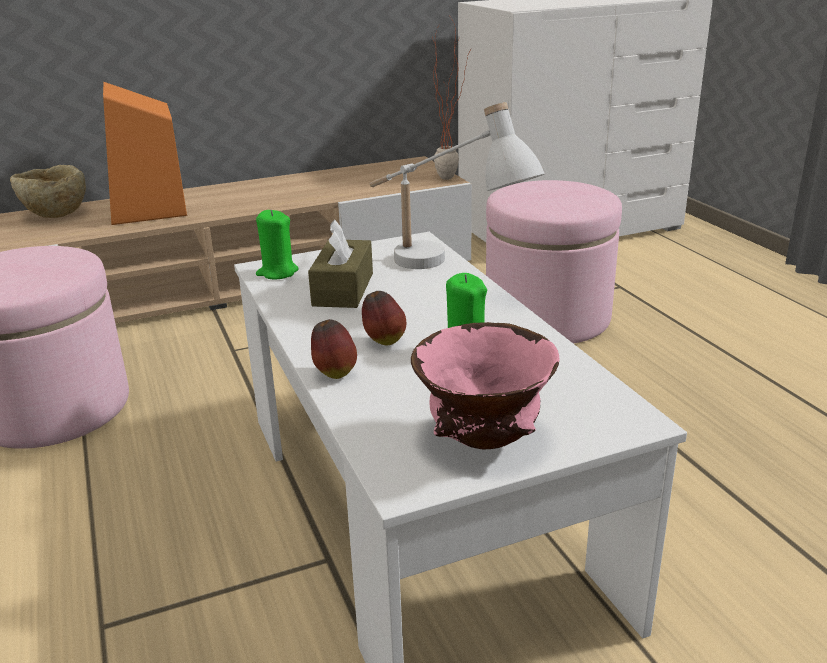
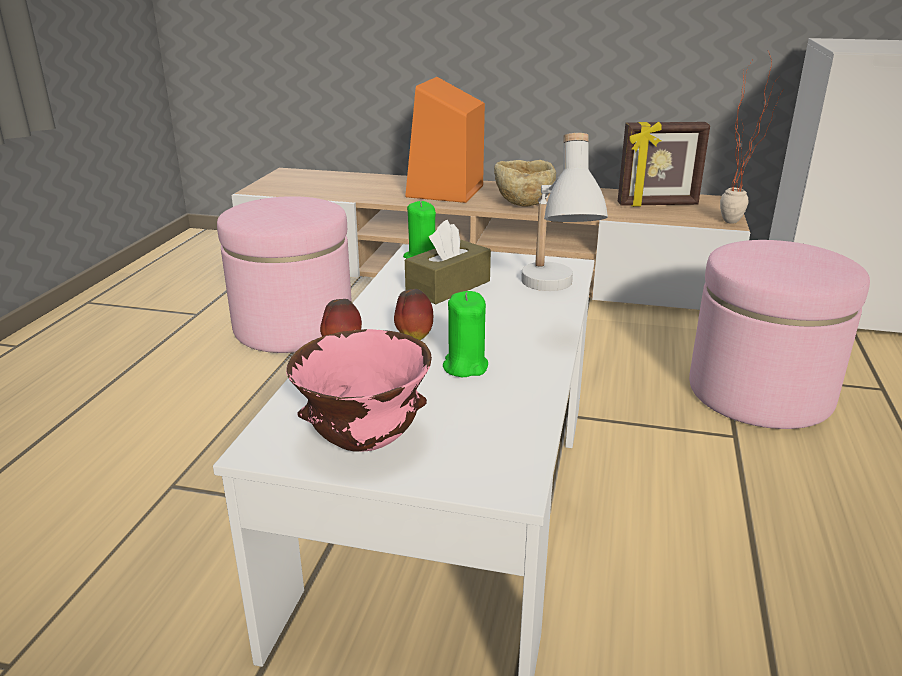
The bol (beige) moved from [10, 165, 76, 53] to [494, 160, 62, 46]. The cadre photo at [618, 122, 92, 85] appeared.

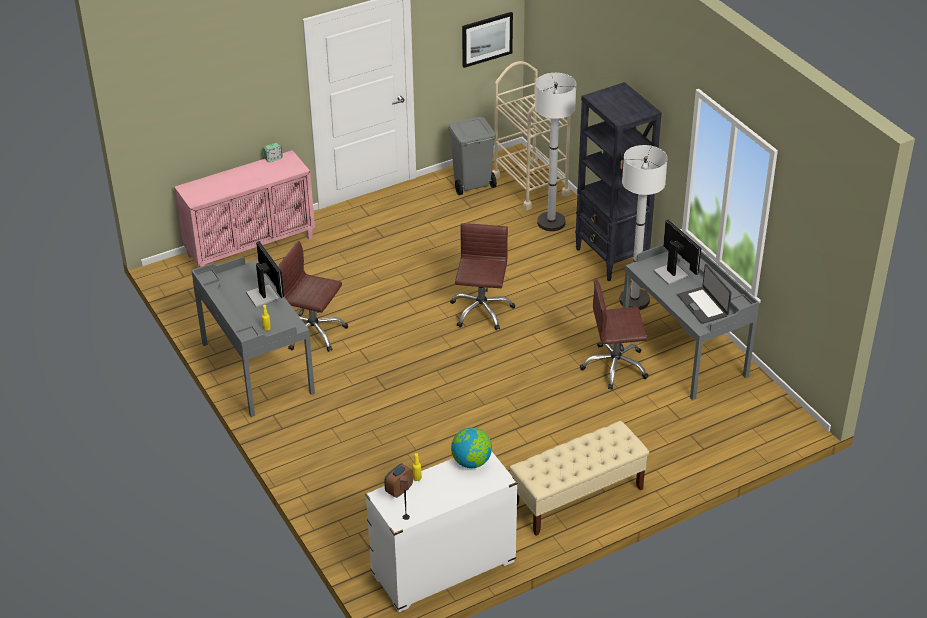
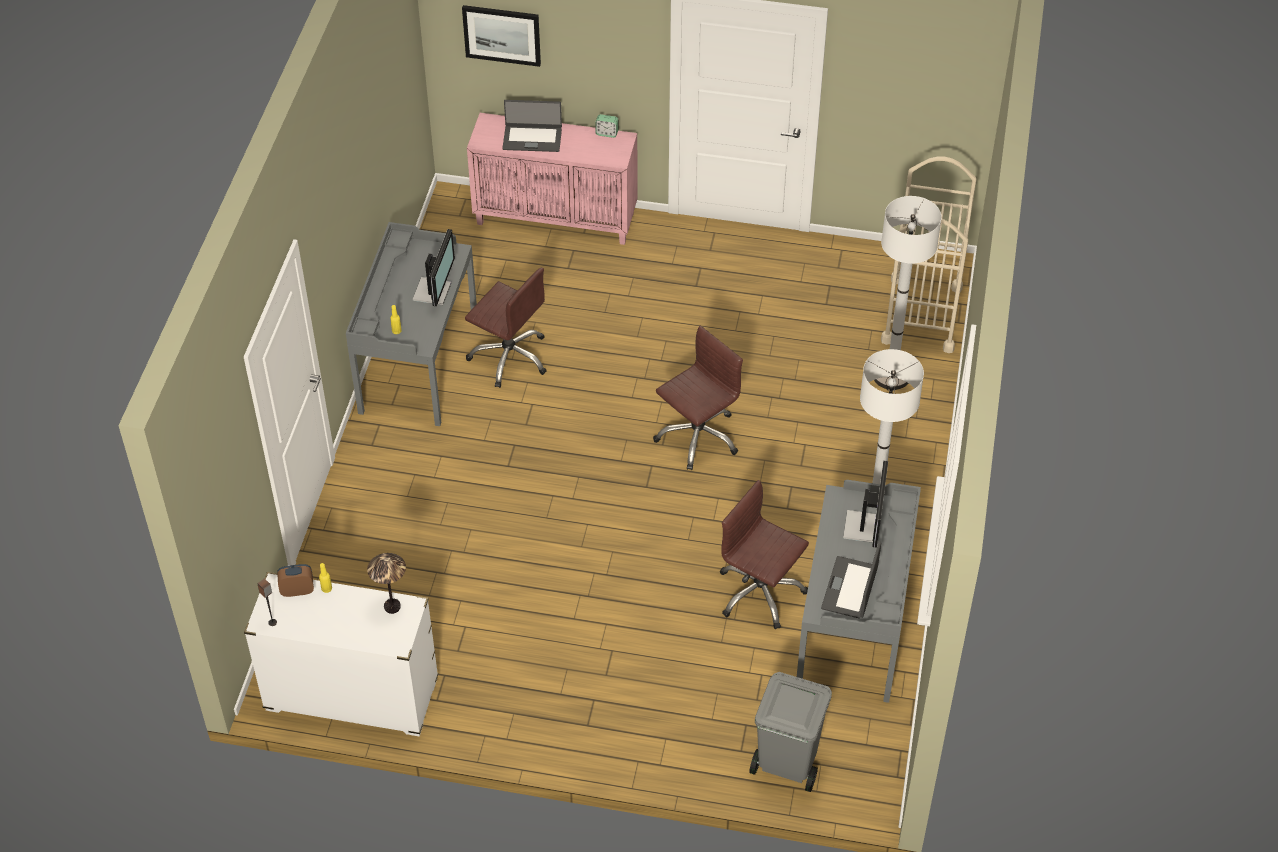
The globe at [451, 428, 41, 40] was replaced by the lampe de table at [367, 553, 39, 61]. The tableau moved from [462, 12, 51, 56] to [462, 5, 79, 62]. The chaise de bureau (marron) at [278, 241, 70, 111] turned 150 degrees clockwise. The ordinateur portable at [502, 100, 60, 52] appeared. The poubelle (gris) moved from [448, 117, 49, 78] to [749, 672, 83, 120]. The banc (beige) at [509, 421, 140, 115] disappeared. The bibliothèque (noir) at [575, 82, 87, 199] disappeared.

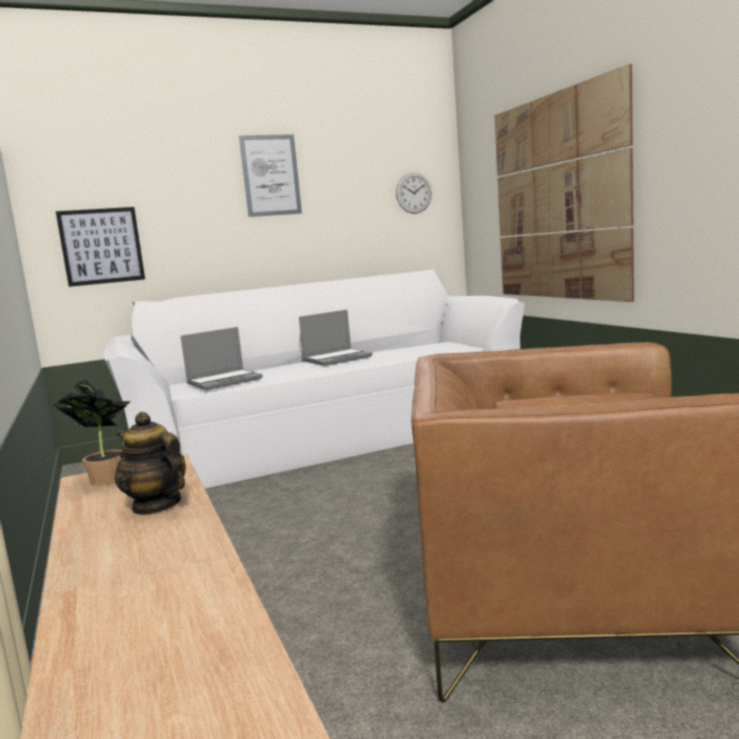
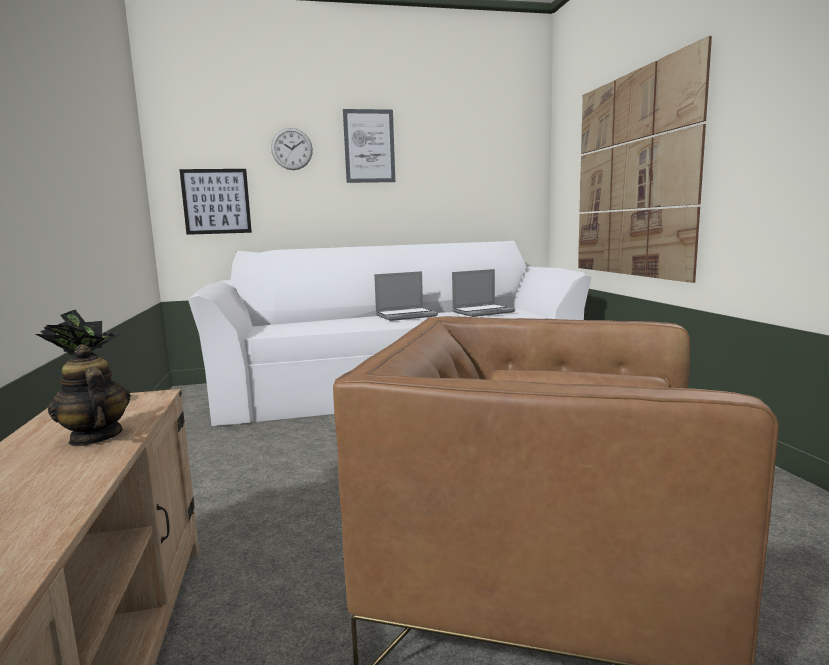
The horloge murale moved from [396, 173, 36, 41] to [271, 128, 42, 42]. The ordinateur portable moved from [181, 327, 82, 63] to [452, 269, 63, 48].

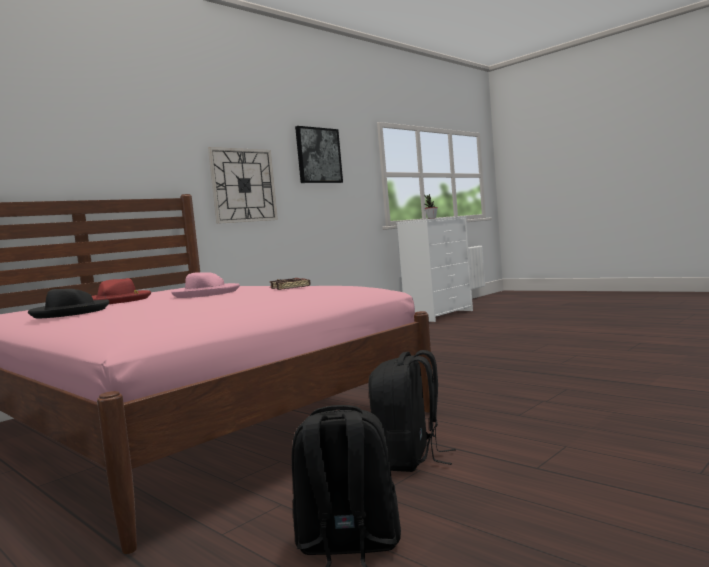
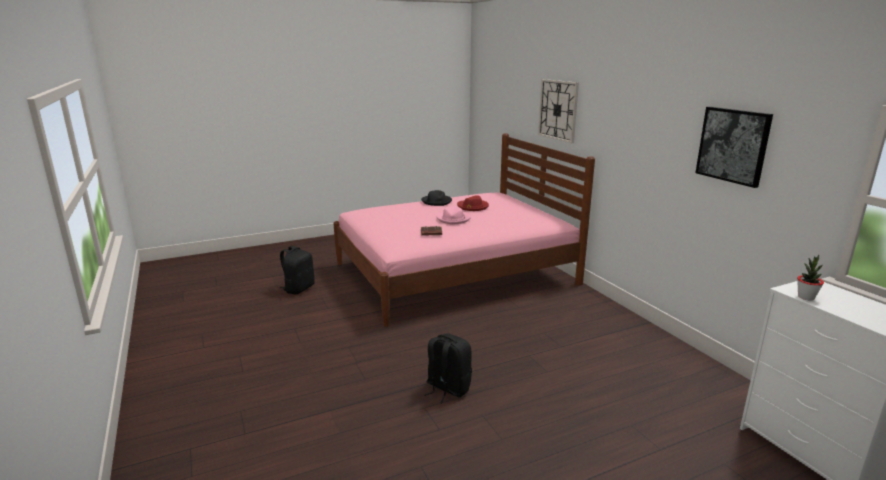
The sac à dos (noir) moved from [368, 350, 88, 122] to [425, 333, 47, 70]. The horloge murale moved from [208, 147, 70, 77] to [538, 79, 41, 64].

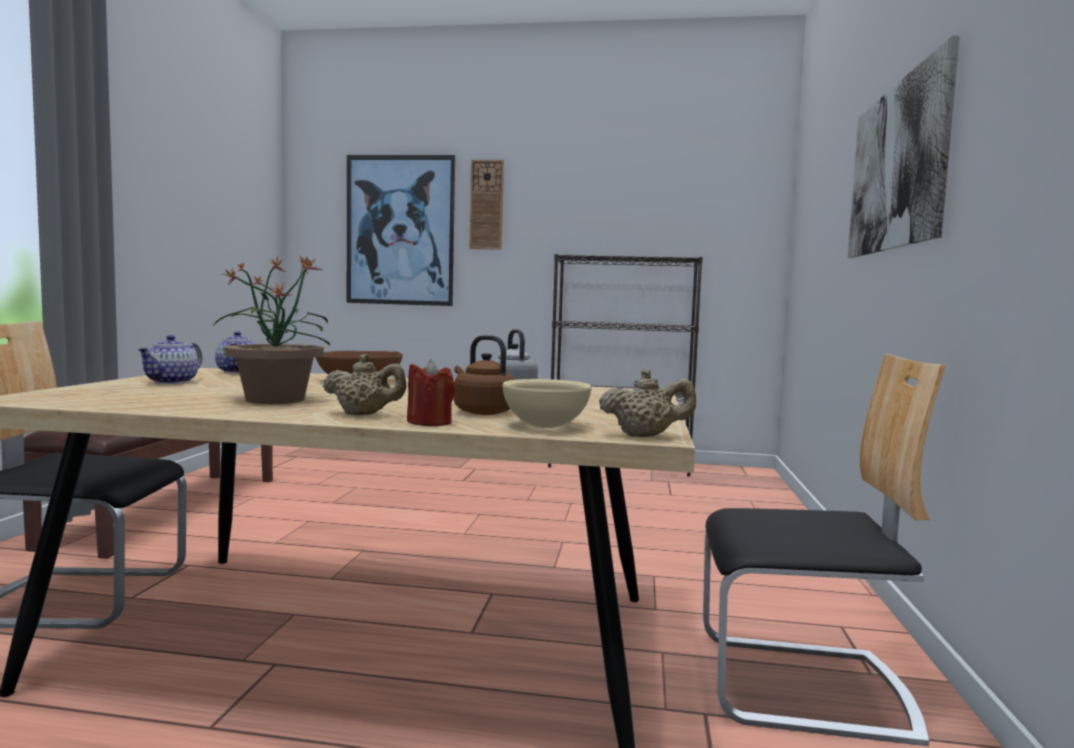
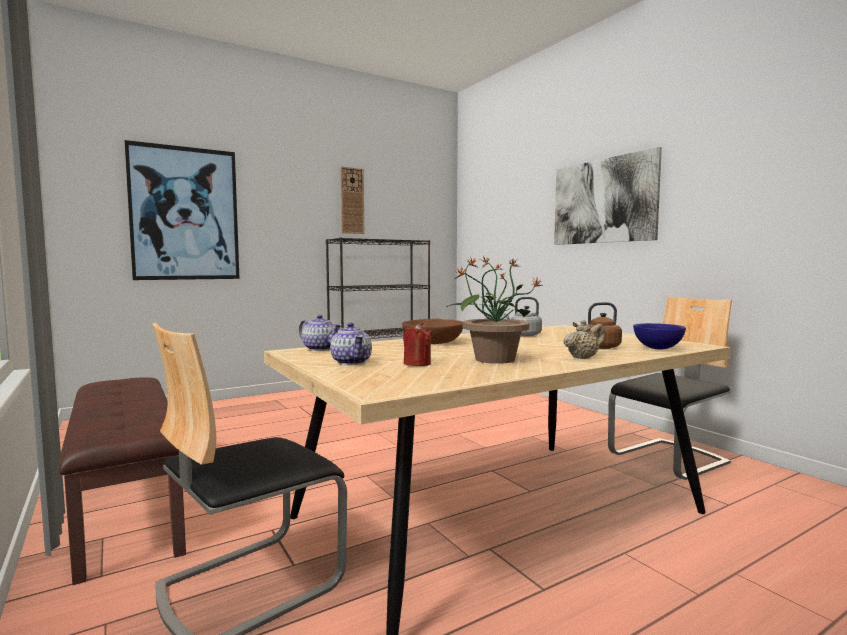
The horloge murale moved from [469, 160, 35, 90] to [341, 167, 23, 67]. The bougie (rouge) moved from [407, 359, 48, 67] to [403, 324, 29, 42]. The bol (beige) at [502, 379, 90, 49] became the bol (bleu) at [633, 323, 53, 27]. The théière (beige) at [599, 369, 97, 68] disappeared.

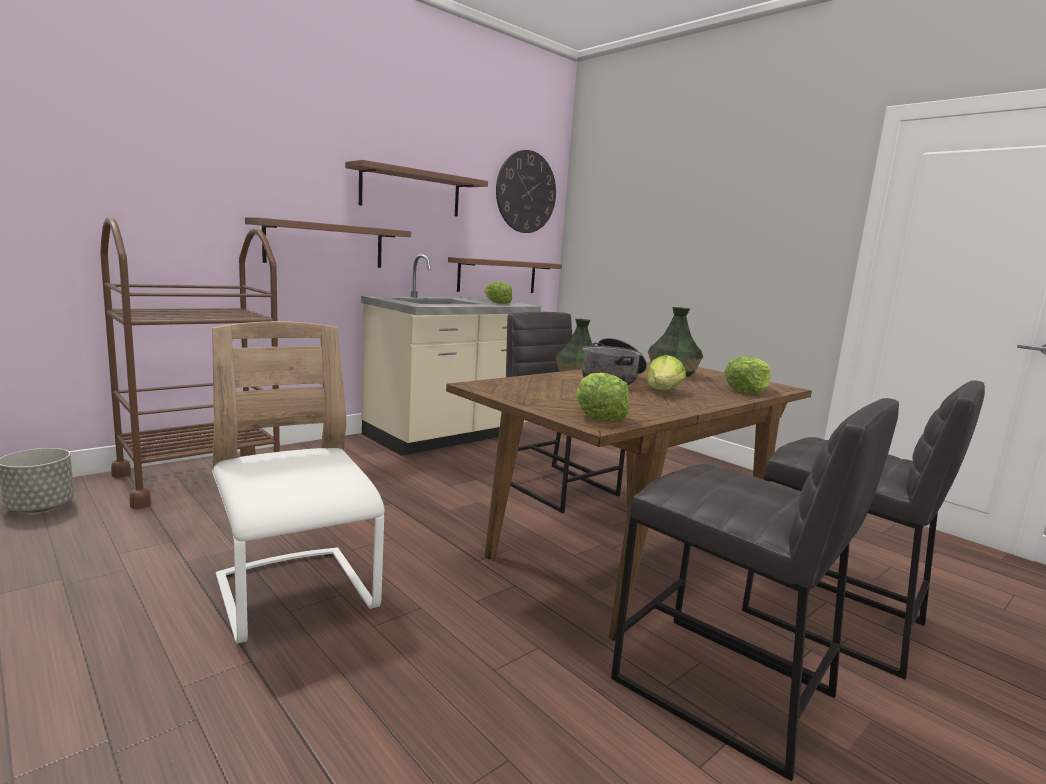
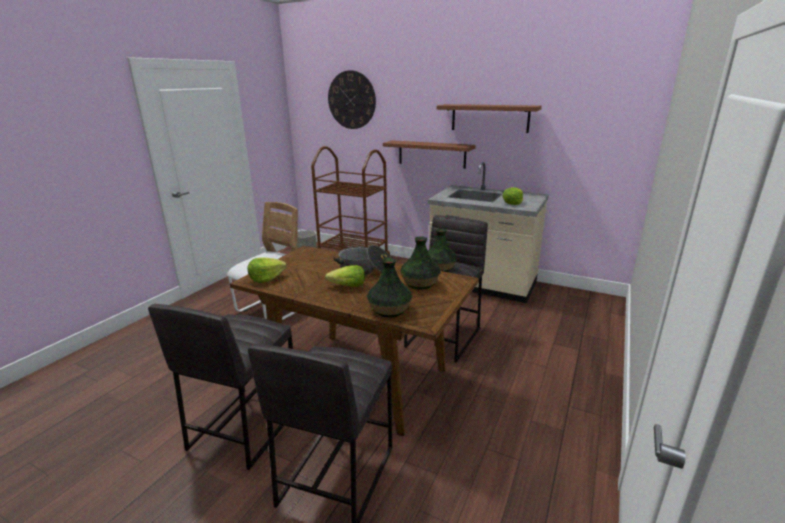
The horloge murale moved from [496, 150, 60, 83] to [328, 70, 48, 59]. The laitue at [724, 357, 46, 36] was replaced by the vase at [367, 258, 45, 59]. The étagère (marron) at [448, 257, 114, 36] disappeared.

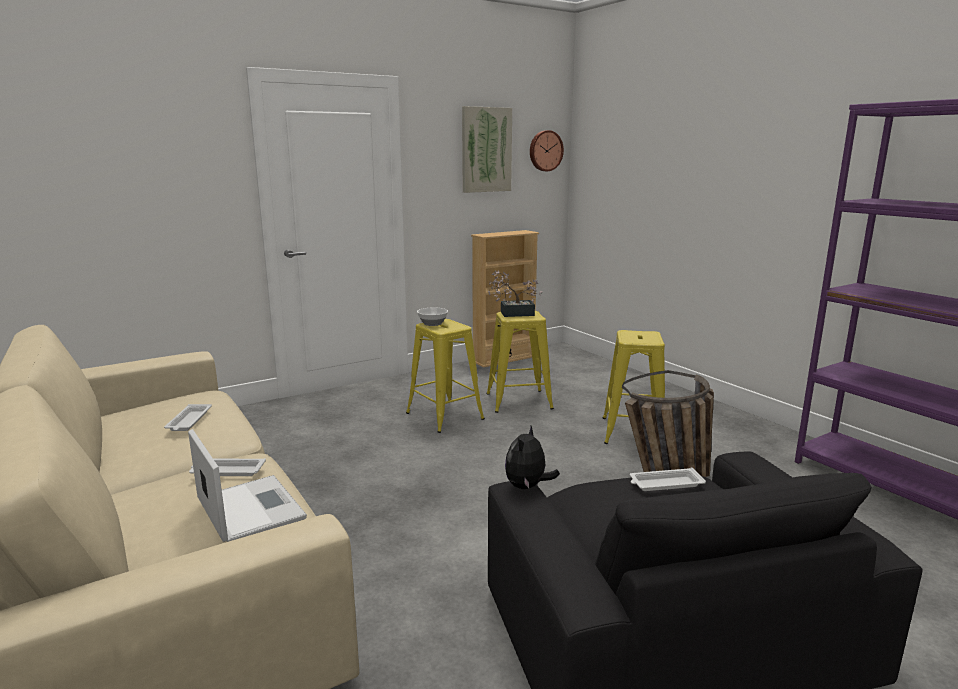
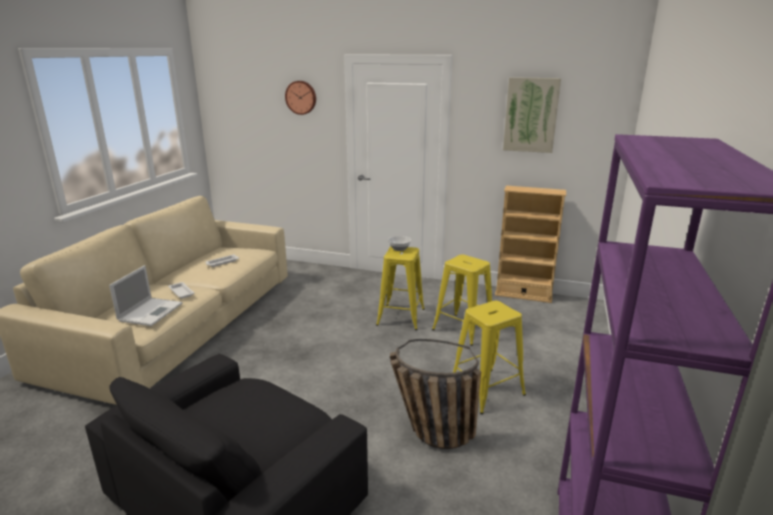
The horloge murale moved from [530, 130, 34, 41] to [285, 81, 31, 34]. The plante en pot at [488, 271, 55, 46] disappeared. The peluche at [505, 426, 55, 63] disappeared. The plateau (blanc) at [630, 467, 76, 24] disappeared.

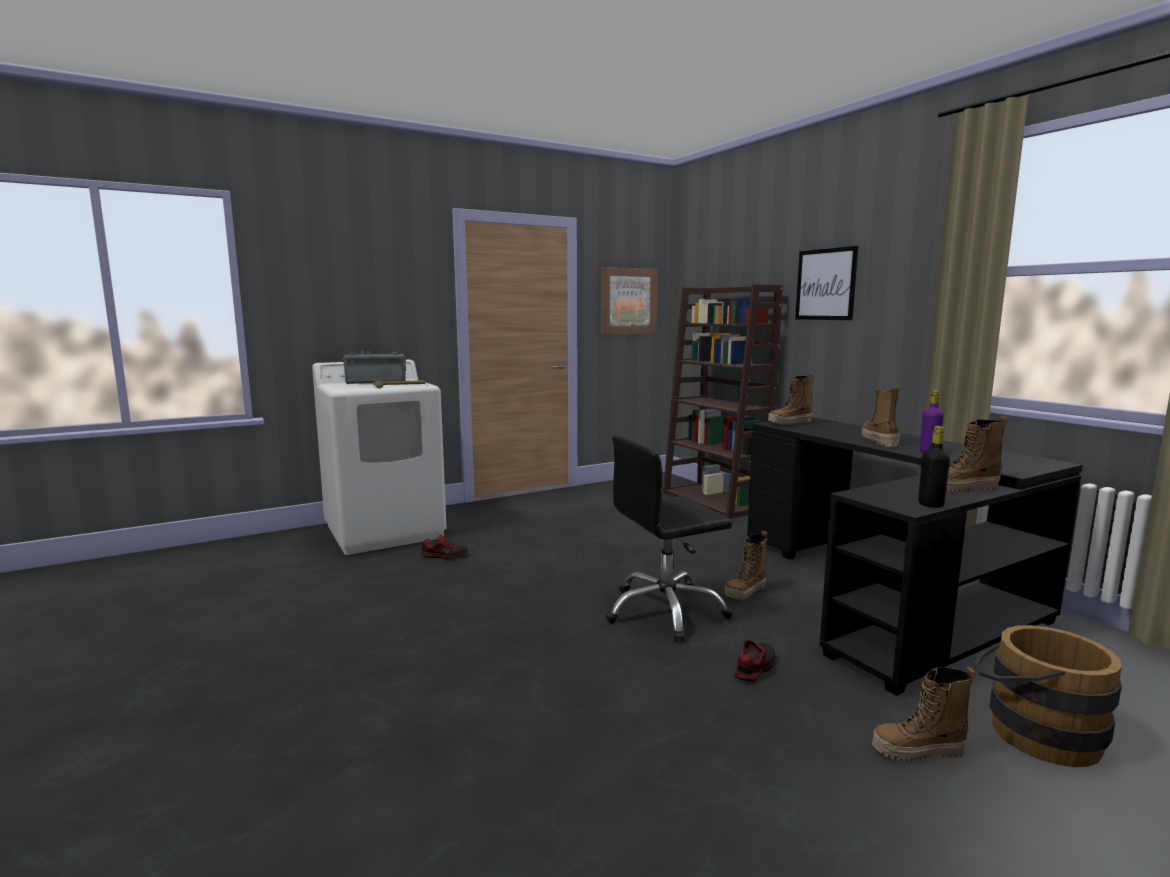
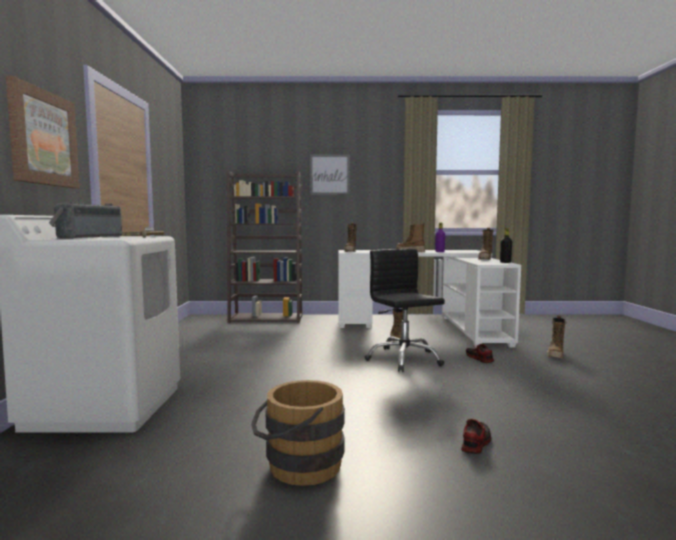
The tableau moved from [600, 267, 58, 68] to [6, 76, 74, 112]. The seau (marron) moved from [974, 625, 148, 142] to [251, 380, 94, 106]. The bureau (noir) at [747, 417, 336, 279] became the bureau (blanc) at [338, 250, 183, 97]. The chaise de bureau (noir) at [606, 435, 126, 207] turned 150 degrees clockwise. The chaussure moved from [421, 534, 47, 25] to [461, 419, 30, 35].

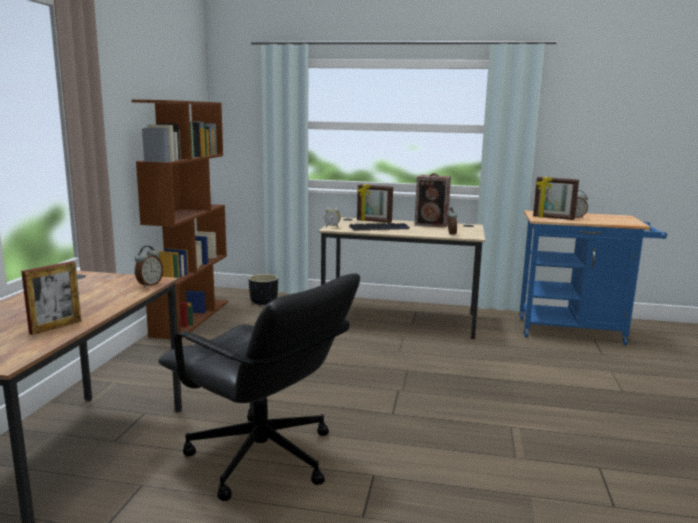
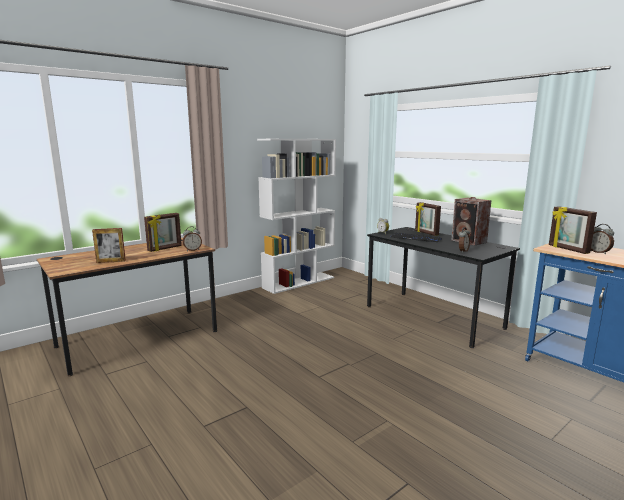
The cadre photo at [144, 213, 38, 39] appeared. The bibliothèque (marron) at [132, 100, 96, 239] became the bibliothèque (blanc) at [257, 139, 79, 155]. The bureau (beige) at [318, 217, 167, 122] became the bureau (noir) at [367, 227, 153, 121]. The chaise de bureau (noir) at [158, 274, 202, 227] disappeared. The cache-pot (noir) at [249, 274, 29, 31] disappeared.

